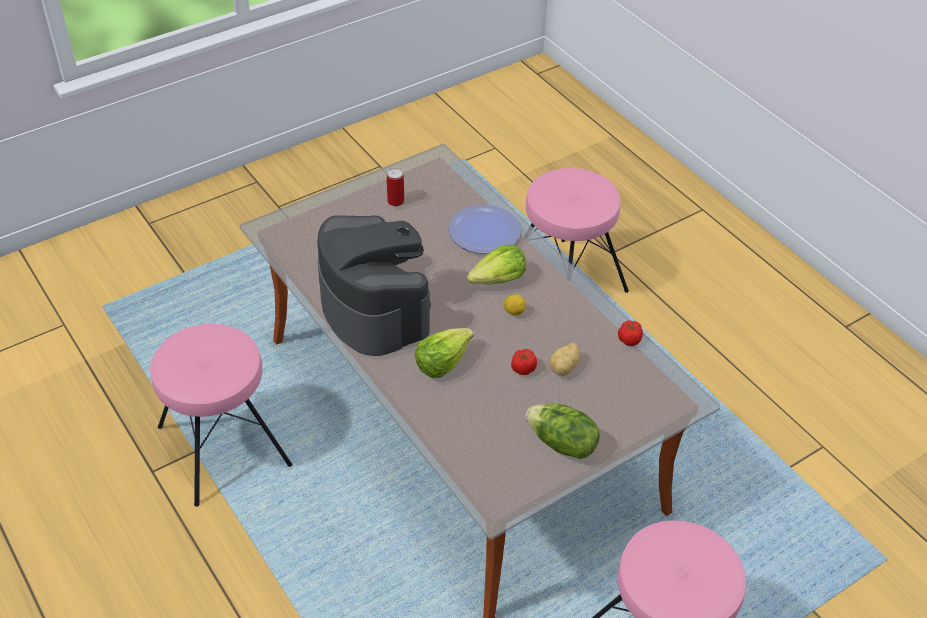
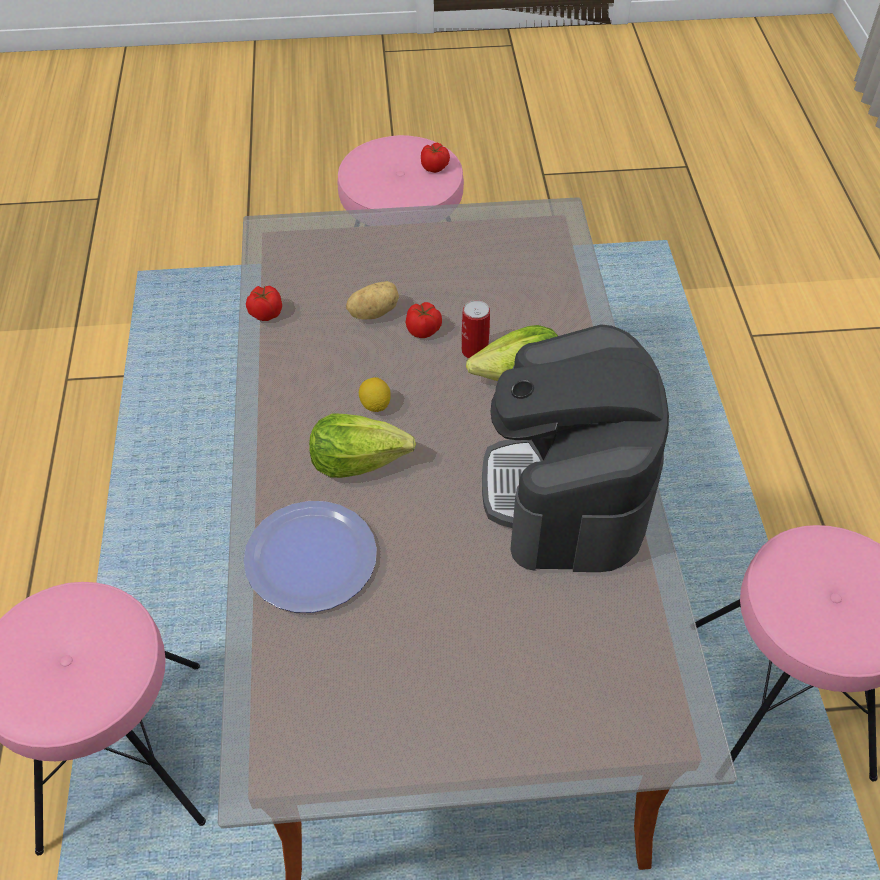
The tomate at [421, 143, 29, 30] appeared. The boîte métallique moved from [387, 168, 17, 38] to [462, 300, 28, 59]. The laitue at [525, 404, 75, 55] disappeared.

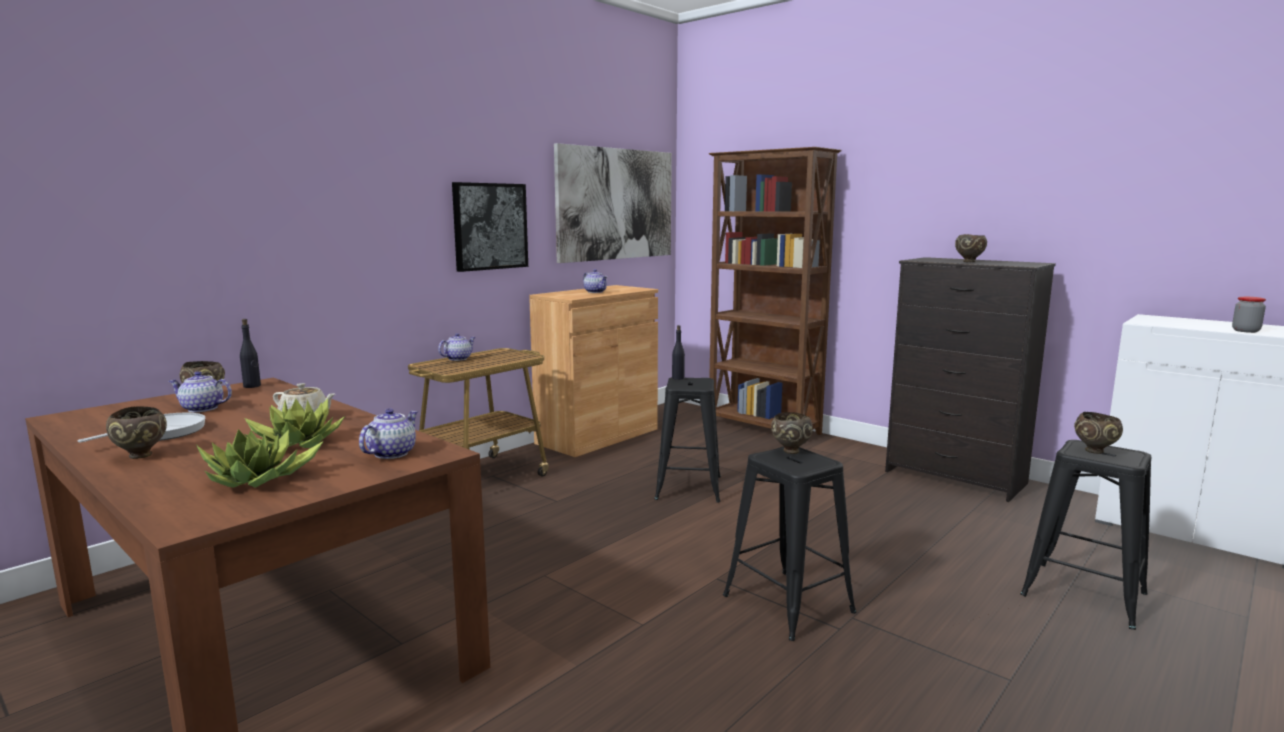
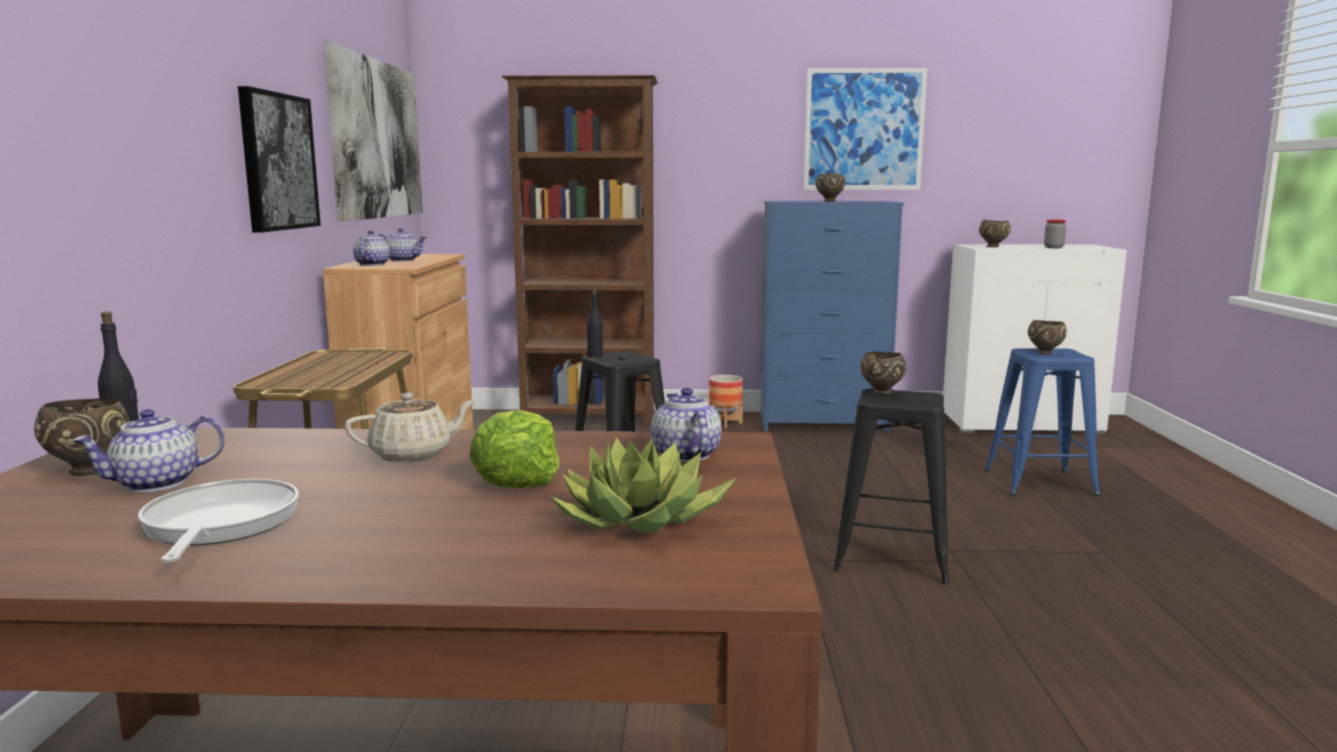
The théière moved from [438, 333, 38, 28] to [353, 230, 37, 36]. The plante en pot at [244, 399, 101, 49] was replaced by the laitue at [469, 410, 90, 78]. The cache-pot at [709, 375, 34, 53] appeared. The commode (noir) at [885, 257, 171, 245] became the commode (bleu) at [761, 201, 143, 232]. The tableau at [803, 68, 124, 122] appeared. The bol (marron) moved from [106, 406, 61, 53] to [979, 219, 31, 28]. The tabouret (noir) at [1021, 440, 130, 190] became the tabouret (bleu) at [984, 348, 116, 148].

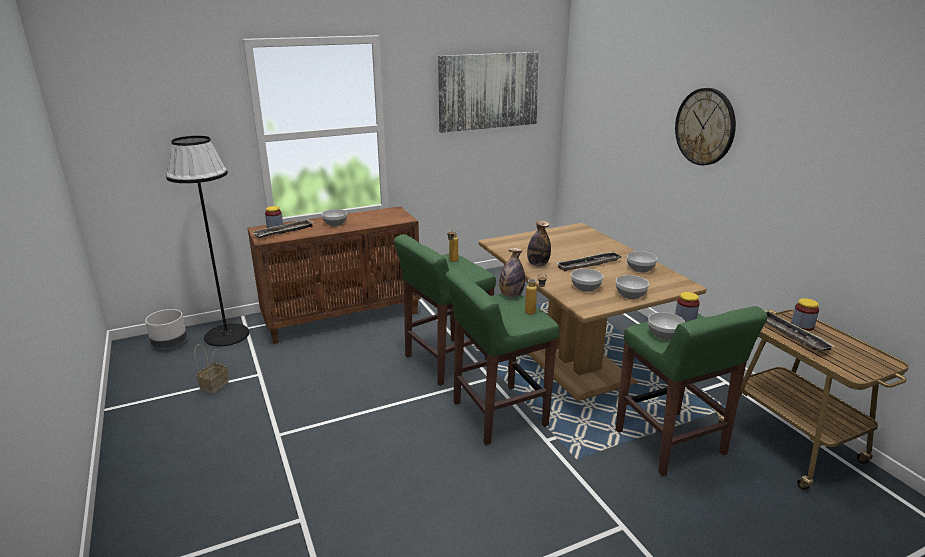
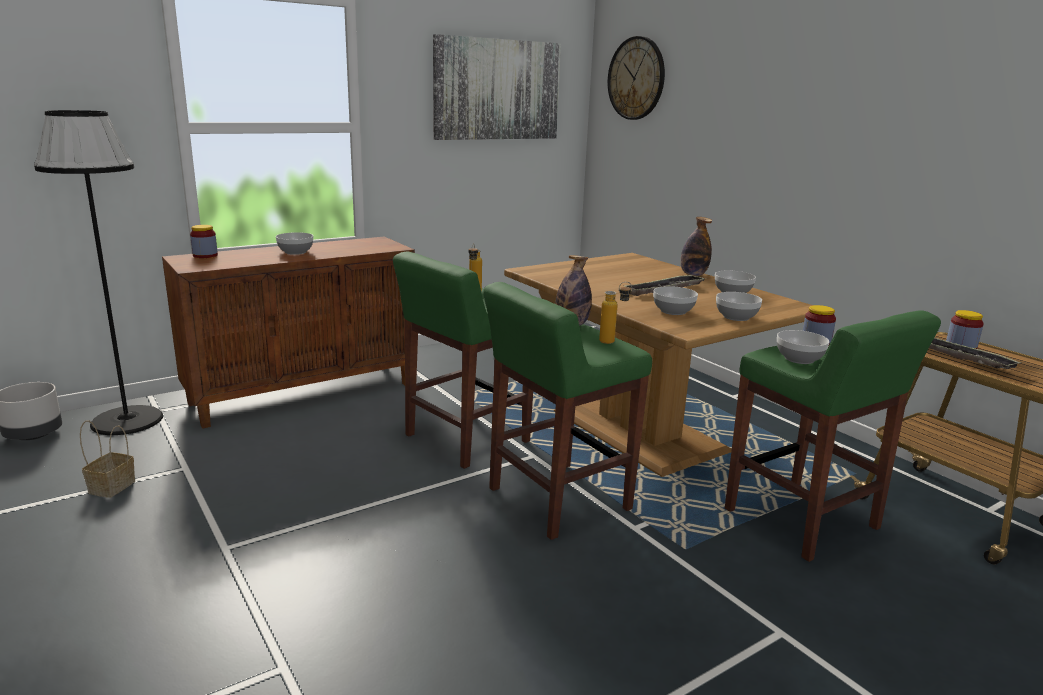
The horloge murale moved from [675, 88, 61, 77] to [608, 36, 57, 84]. The bouteille moved from [527, 220, 24, 46] to [681, 217, 31, 59]. The plateau at [252, 218, 62, 20] disappeared.

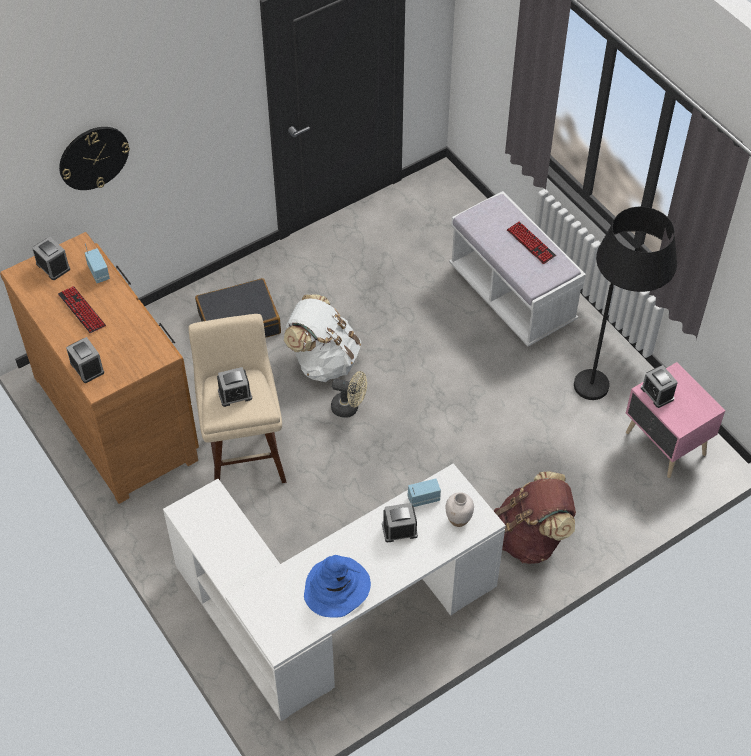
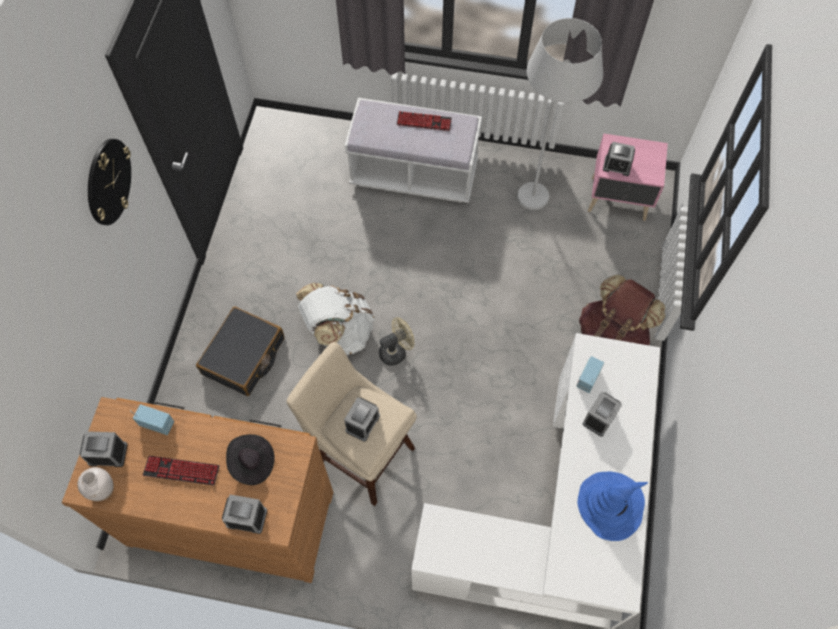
The vase (blanc) moved from [446, 492, 28, 35] to [77, 467, 37, 34]. The horloge murale moved from [59, 127, 71, 63] to [88, 139, 43, 86]. The chapeau (noir) at [226, 434, 49, 51] appeared. The lampadaire (noir) at [574, 207, 103, 193] became the lampadaire (blanc) at [517, 18, 86, 192].

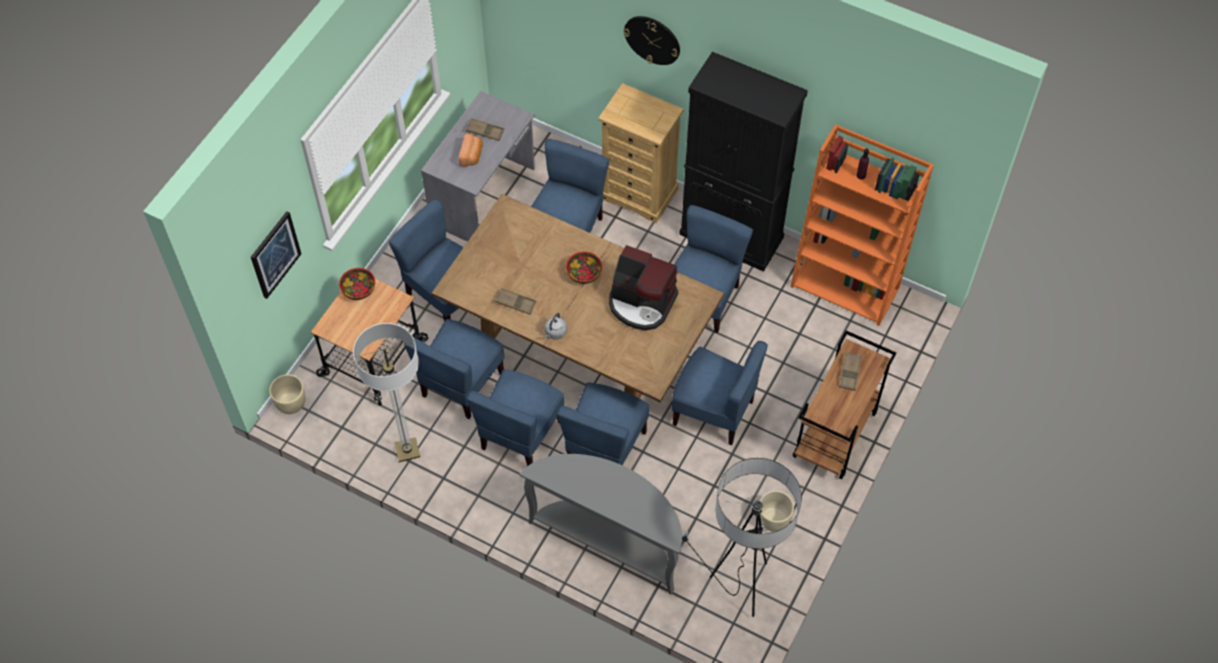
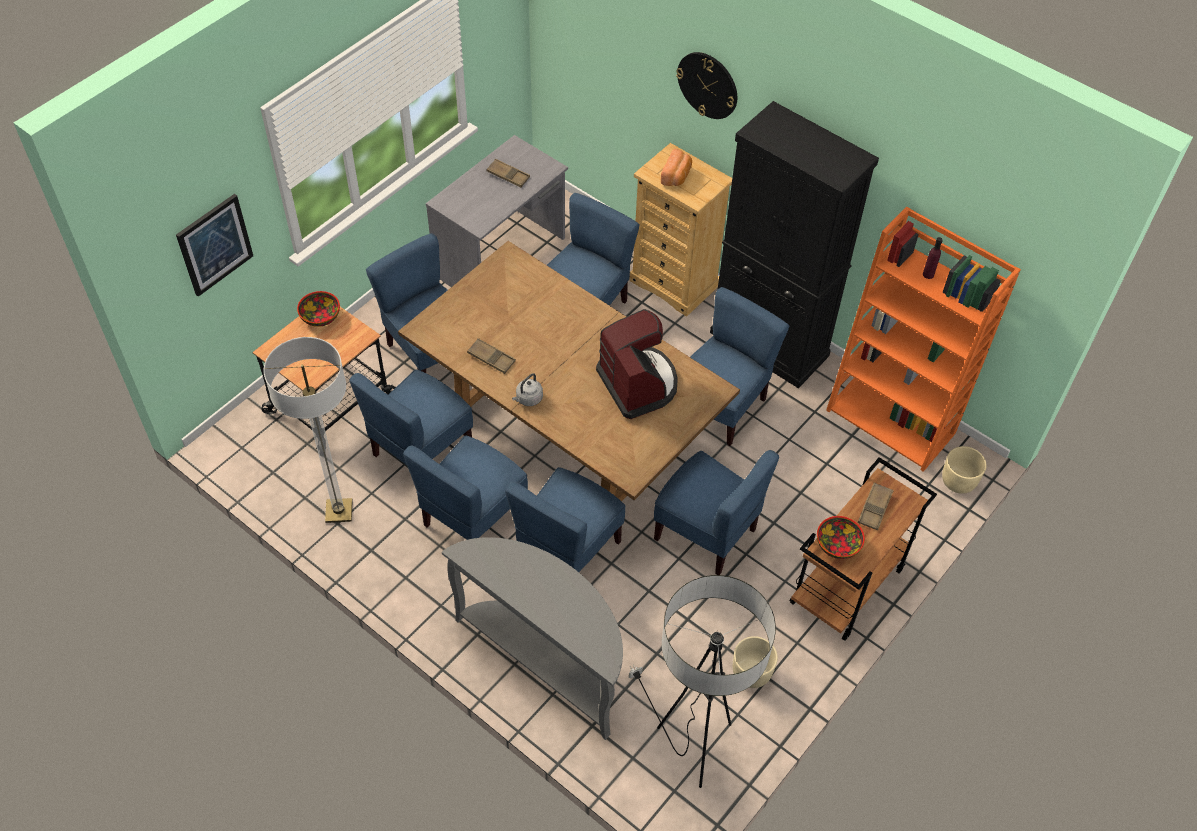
The machine à café at [609, 245, 69, 85] turned 150 degrees counterclockwise. The pain moved from [458, 133, 25, 34] to [661, 149, 31, 37]. The bol moved from [566, 251, 36, 33] to [817, 516, 48, 43]. The cache-pot (beige) moved from [269, 374, 36, 40] to [942, 446, 45, 48].

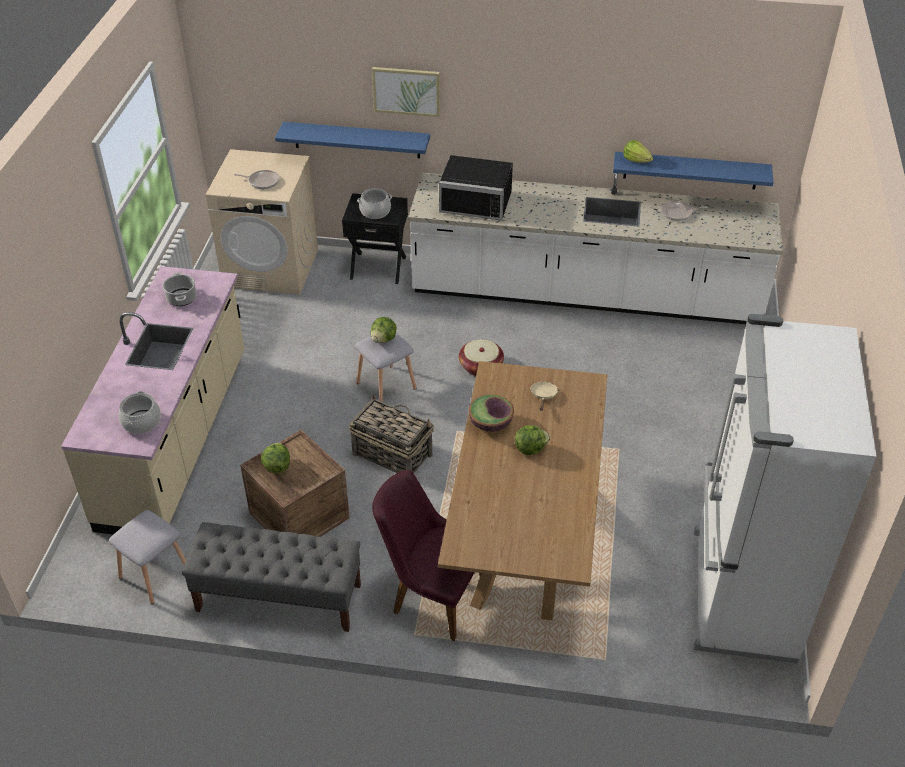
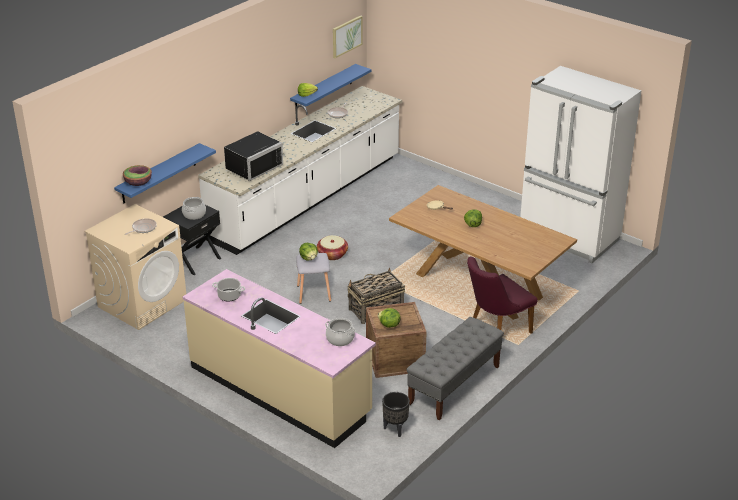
The bol moved from [468, 394, 46, 38] to [123, 165, 29, 21]. The tableau moved from [372, 67, 68, 50] to [333, 15, 30, 43]. The tabouret (gris) at [109, 510, 77, 94] was replaced by the cache-pot (noir) at [382, 392, 28, 45].

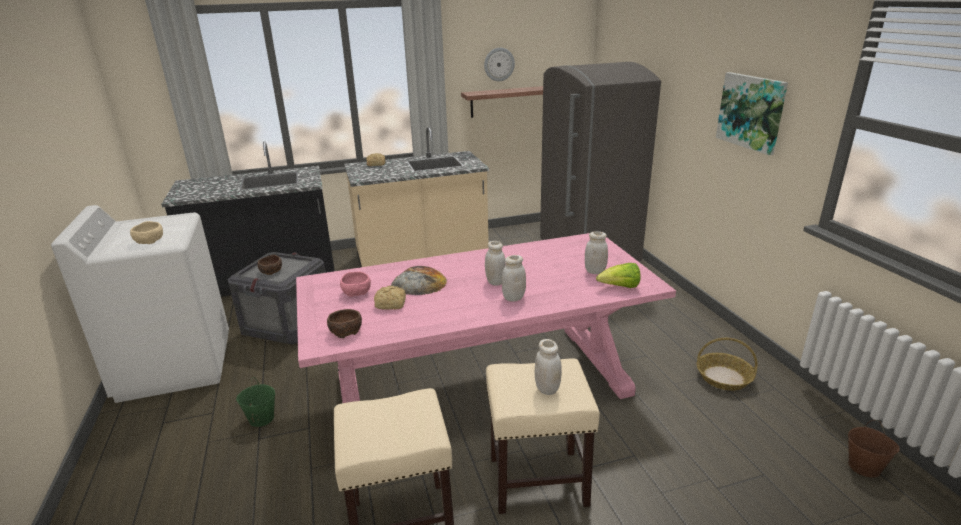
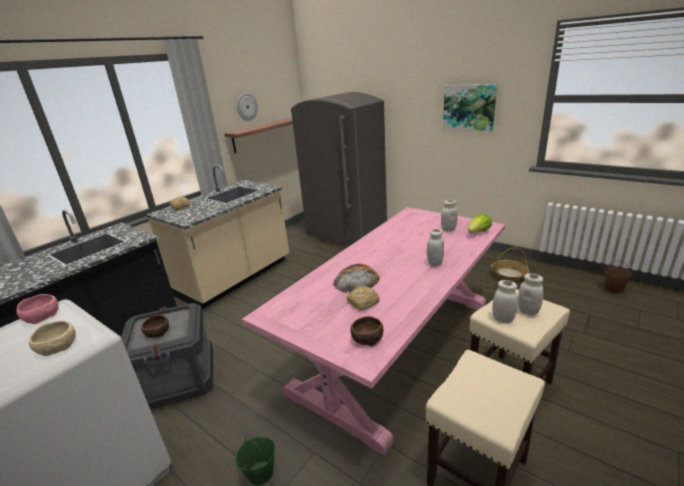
The bol (rose) moved from [340, 272, 31, 25] to [16, 294, 42, 30]. The bocal (blanc) moved from [485, 241, 21, 45] to [492, 280, 26, 43].

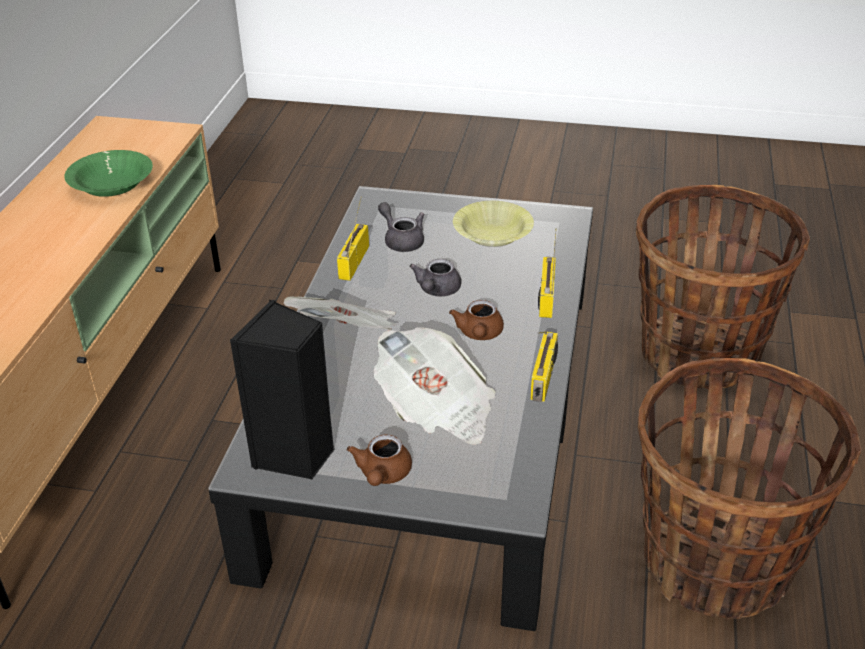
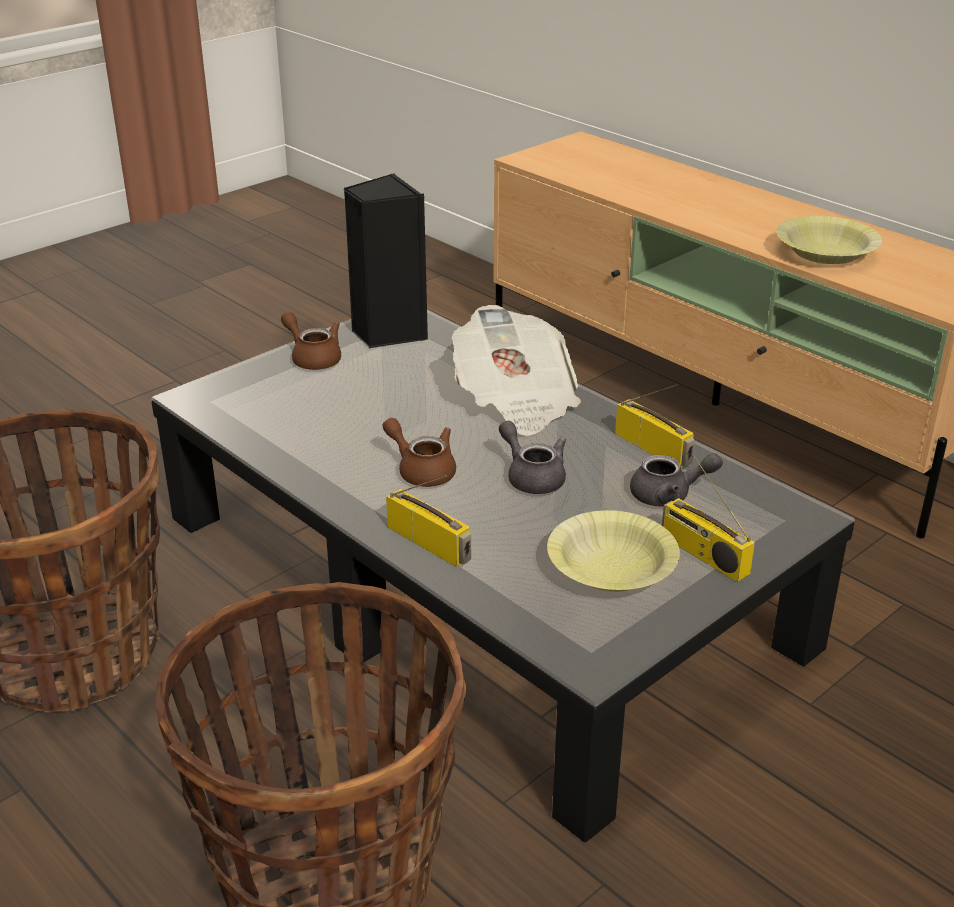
The radio moved from [530, 331, 28, 71] to [662, 455, 93, 127]. The bol (vert) at [64, 150, 89, 47] became the bol (jaune) at [776, 216, 106, 48]. The journal at [373, 327, 122, 118] disappeared.

